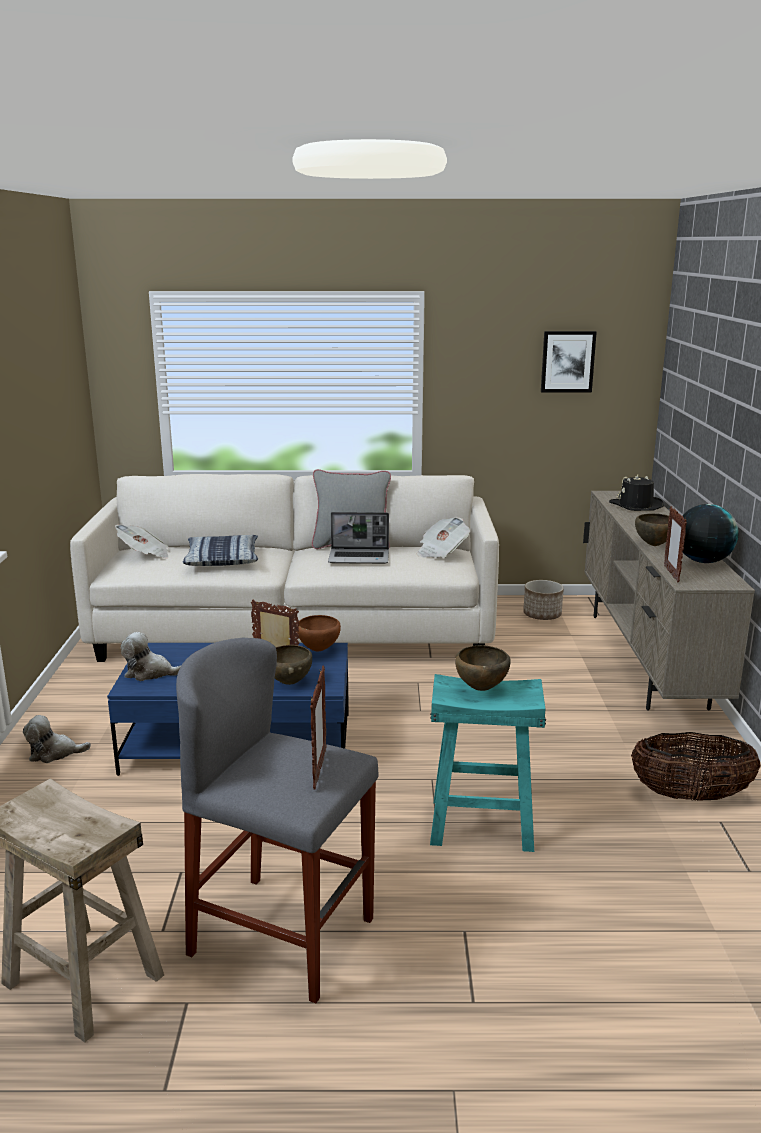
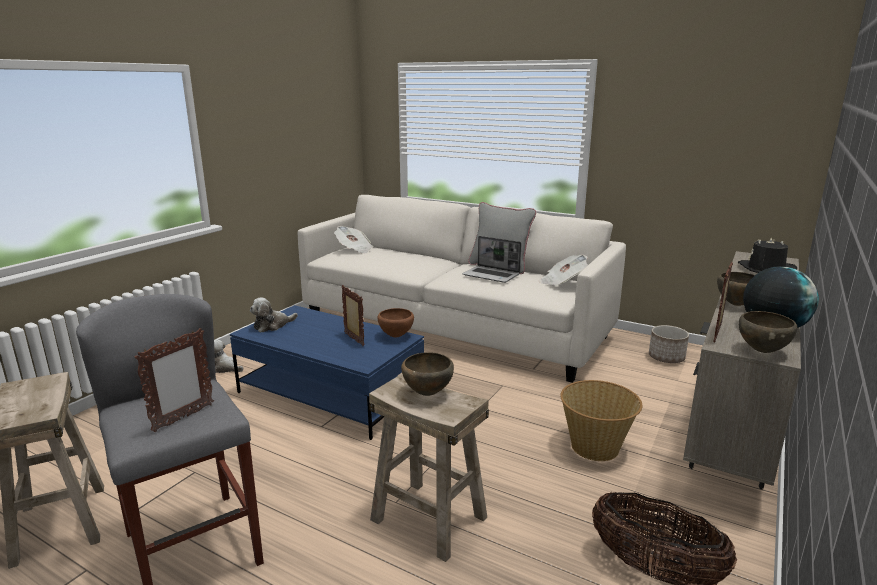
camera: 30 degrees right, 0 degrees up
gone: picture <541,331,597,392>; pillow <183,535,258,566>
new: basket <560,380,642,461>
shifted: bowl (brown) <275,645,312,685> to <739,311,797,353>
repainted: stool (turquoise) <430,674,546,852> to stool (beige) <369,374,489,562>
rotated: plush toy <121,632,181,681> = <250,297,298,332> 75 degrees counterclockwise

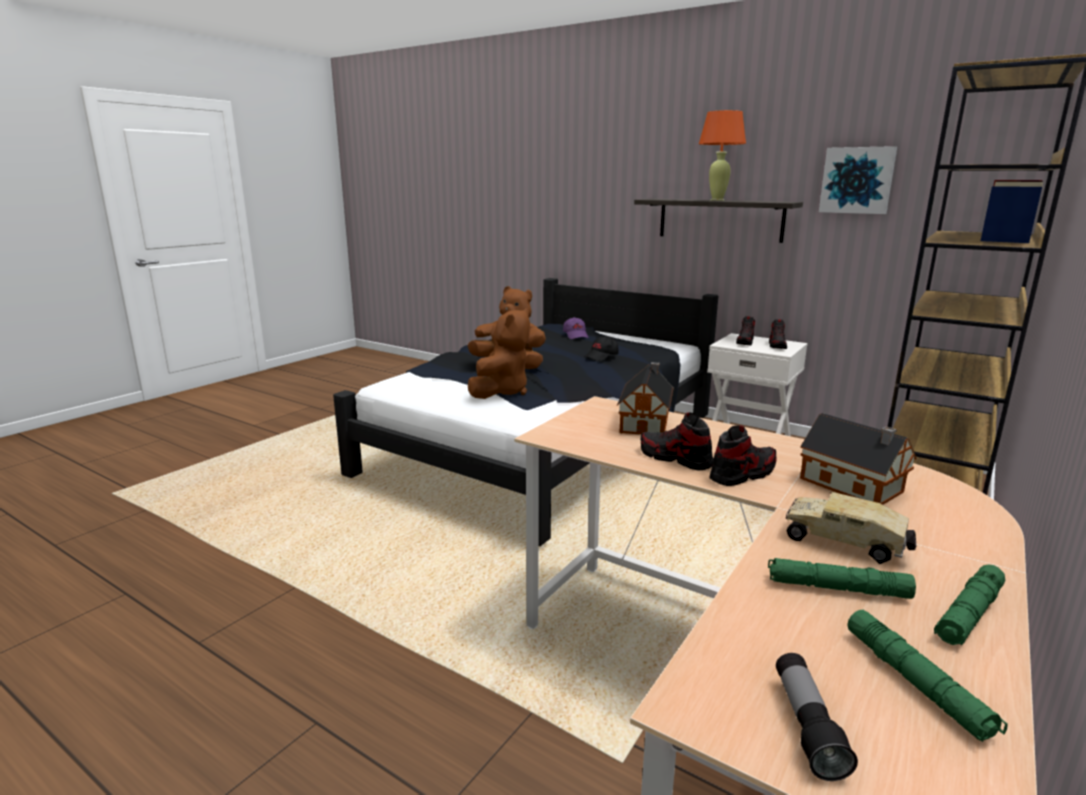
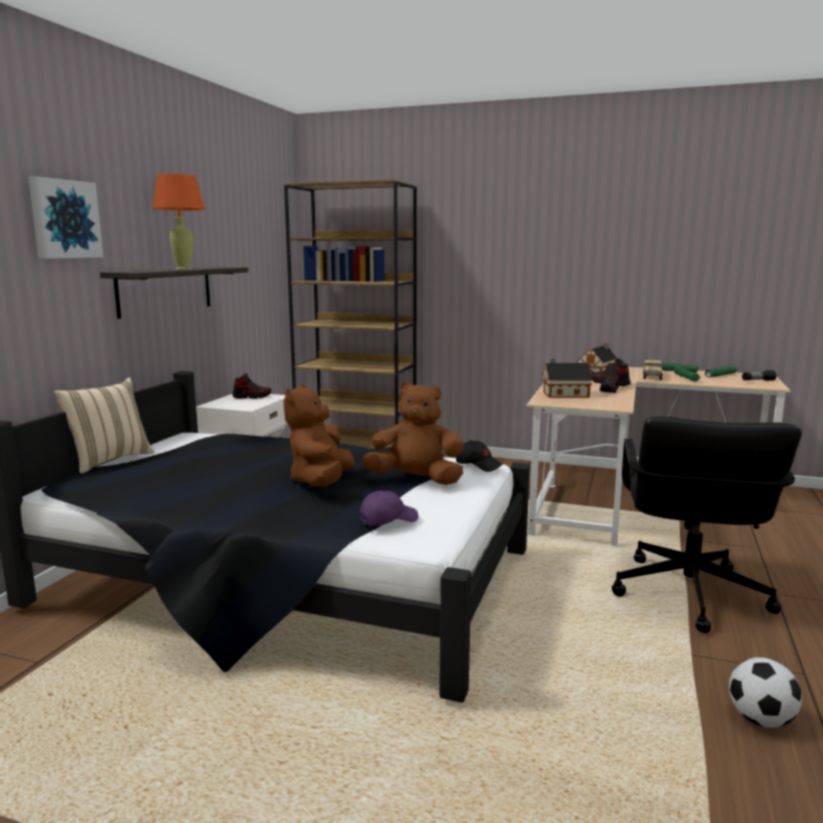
camera: 105 degrees left, 5 degrees down
gone: shoe <736,316,755,346>
new: pillow (beige) <54,377,155,473>; office chair (black) <612,416,802,633>; football <729,657,802,728>
shifted: picture <819,146,897,214> to <28,176,103,259>; cap (purple) <563,317,589,339> to <360,491,418,526>; cap (black) <584,336,619,361> to <456,440,503,472>

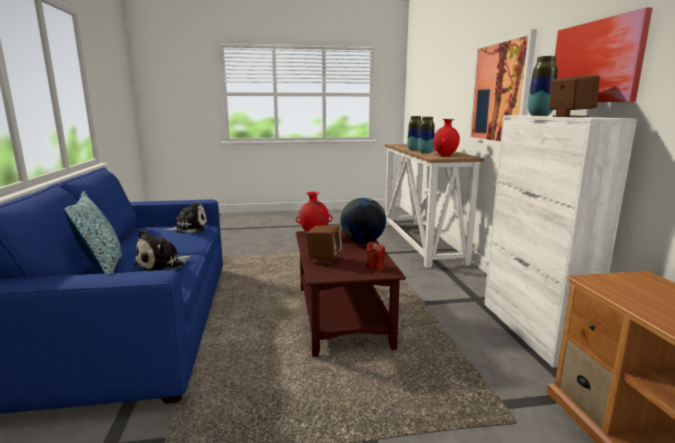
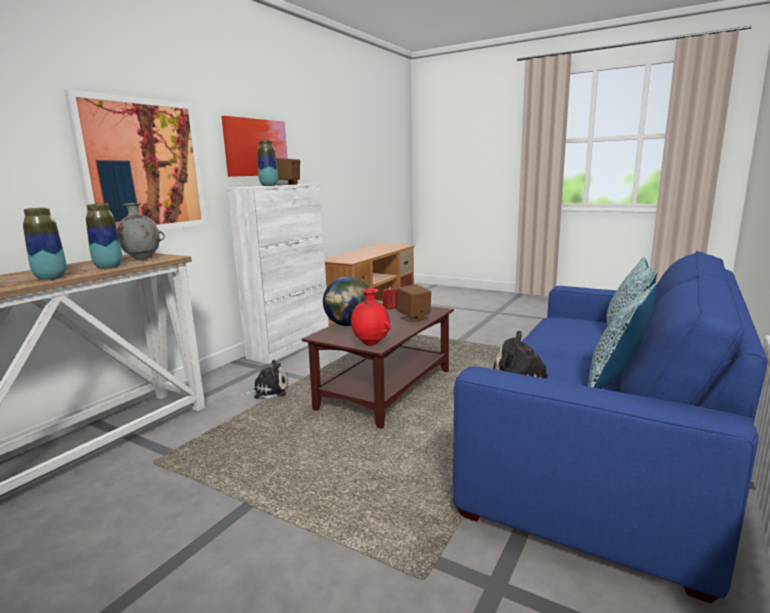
camera: 140 degrees left, 0 degrees up
new: pillow <588,283,657,389>
shifted: plush toy <134,229,192,271> to <240,360,288,399>
repainted: vase (red) <433,119,460,156> to vase (grey) <117,203,165,259>

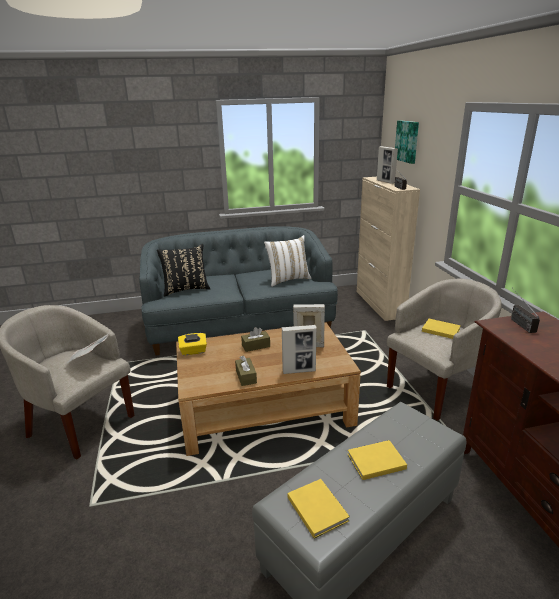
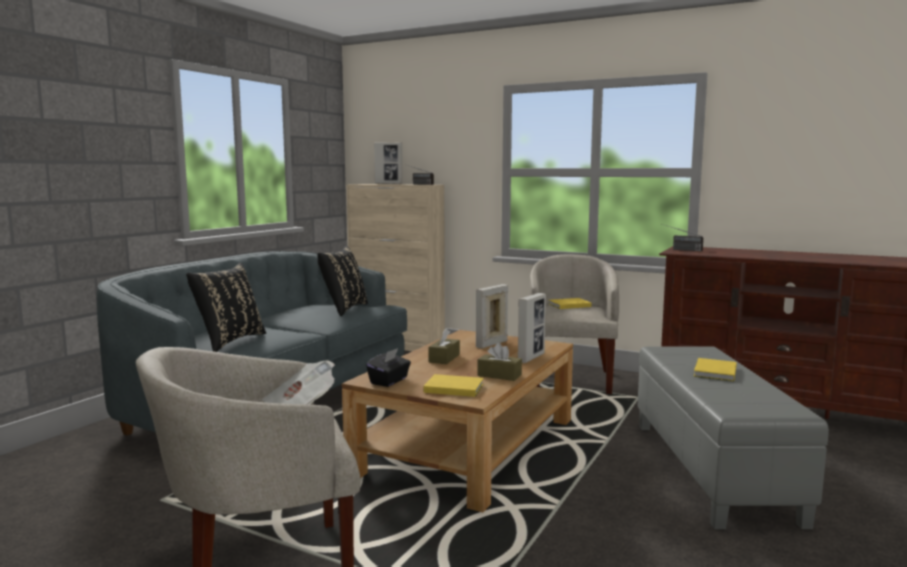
camera: 50 degrees left, 15 degrees down
gone: picture <395,120,419,164>
shifted: book (yellow) <287,479,350,539> to <424,374,484,397>
repainted: pillow (white) <264,235,312,287> to pillow (black) <317,246,368,316>; tissue box (yellow) <178,333,207,356> to tissue box (black) <366,348,411,387>

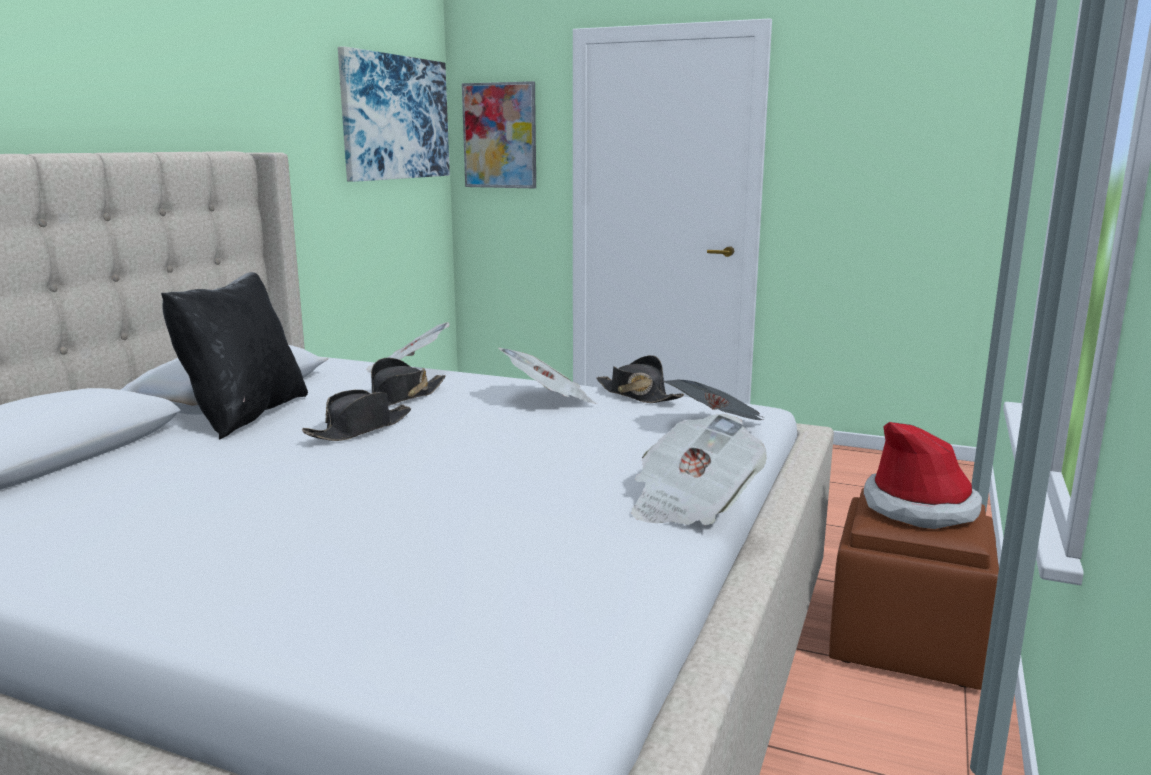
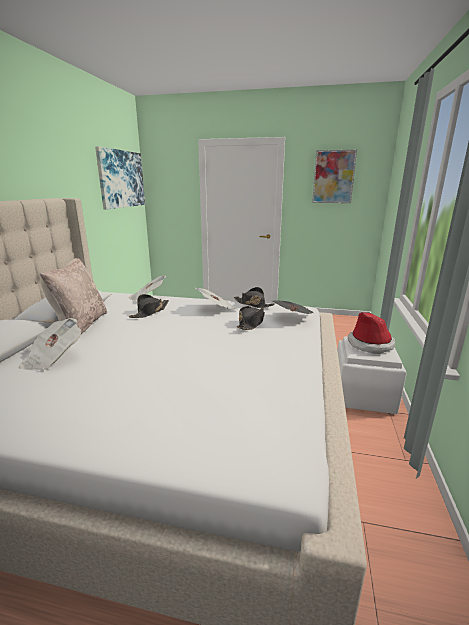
camera: 10 degrees left, 5 degrees up
shifted: picture <462,81,536,188> to <312,150,357,203>; hat (black) <302,390,411,441> to <237,306,265,330>; newspaper <631,414,767,525> to <19,318,81,370>
repainted: pillow (black) <161,272,308,439> to pillow (beige) <39,258,107,334>; ottoman (brown) <829,488,999,690> to ottoman (white) <337,337,407,414>

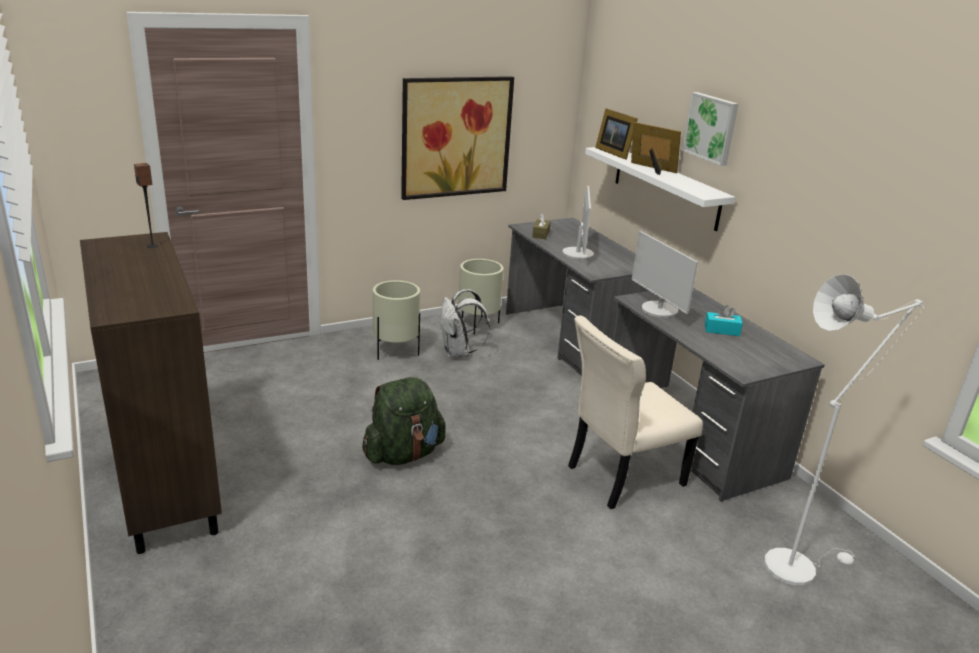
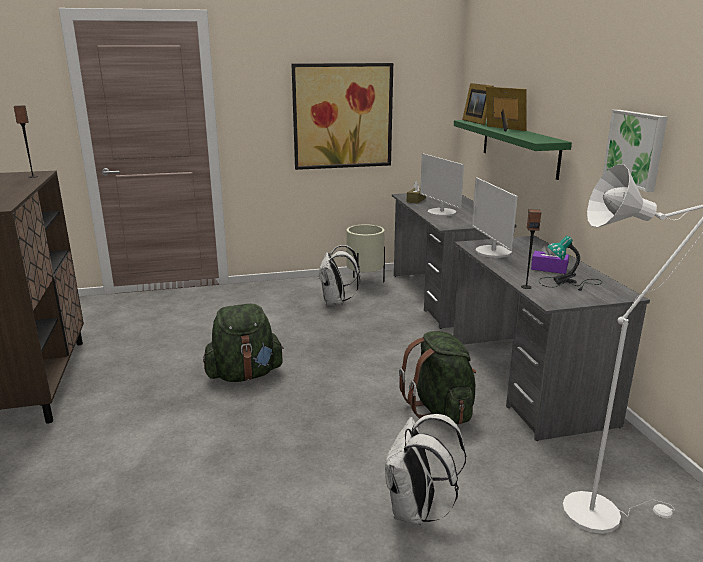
camera: 15 degrees right, 5 degrees down
gone: planter (beige) <373,280,420,360>
new: speaker <521,209,541,289>; table lamp <538,236,602,291>; backpack (white) <385,414,466,526>
shifted: picture <682,92,738,166> to <602,110,668,192>
swapped: chair (beige) <568,315,703,509> to backpack (green) <399,331,476,425>
repainted: shelf (white) <585,147,735,231> to shelf (green) <454,120,572,180>; tissue box (turquoise) <705,305,743,336> to tissue box (purple) <531,242,569,274>
rotated: monitor <562,186,594,259> = <420,153,464,217> 135 degrees clockwise

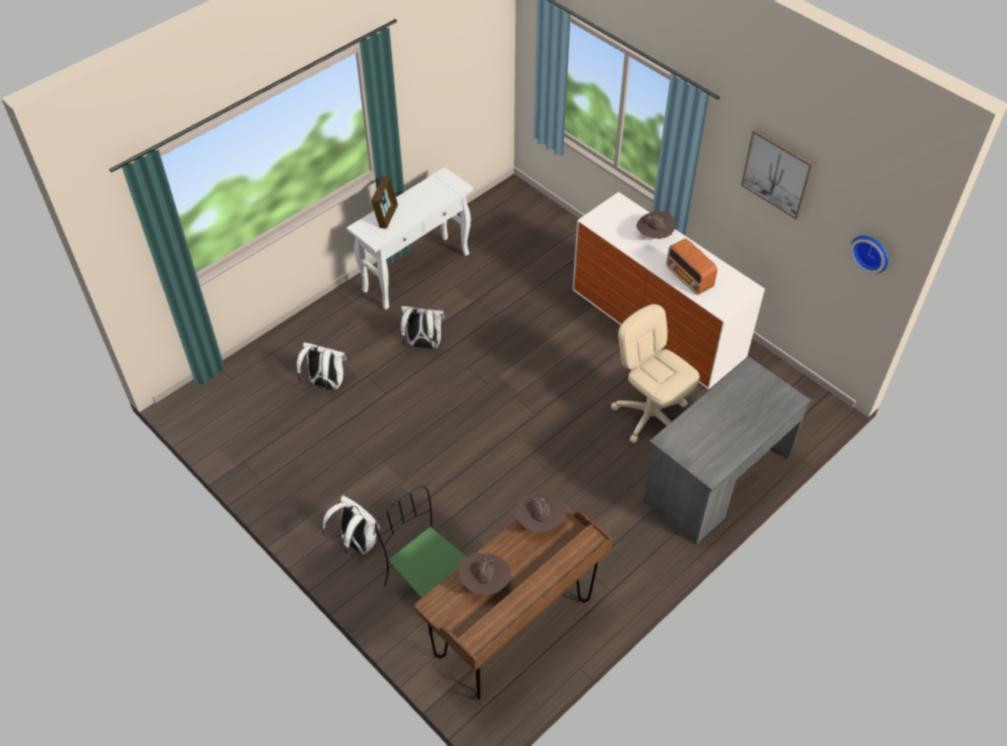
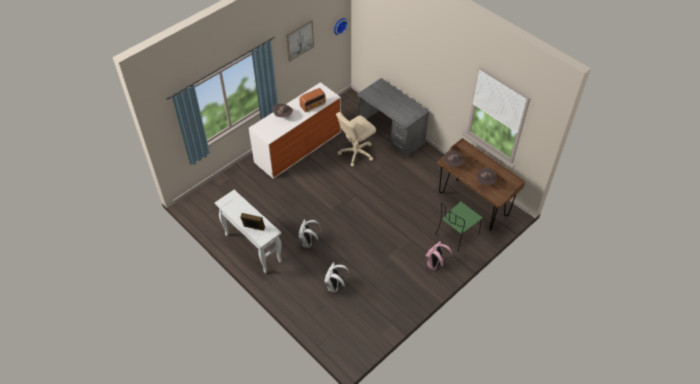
camera: 90 degrees left, 0 degrees up
repainted: backpack (white) <322,495,380,556> to backpack (pink) <425,241,452,270>

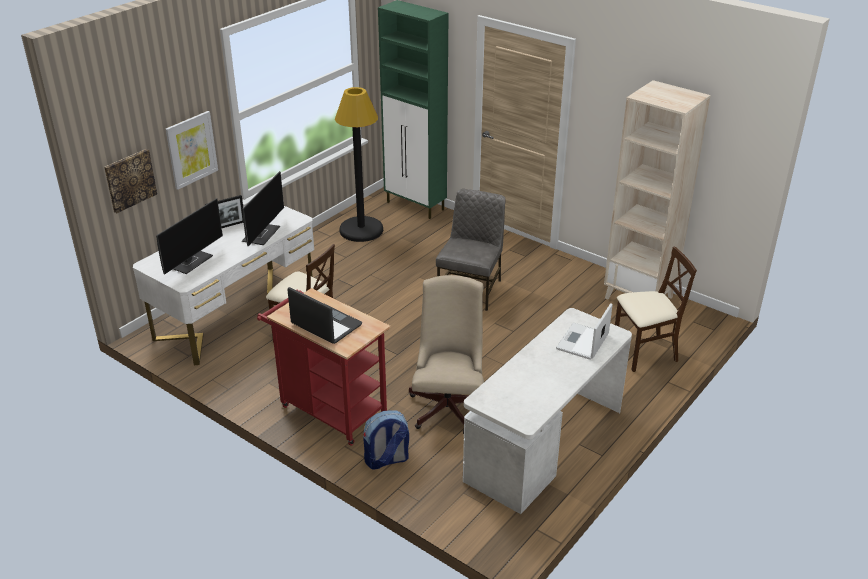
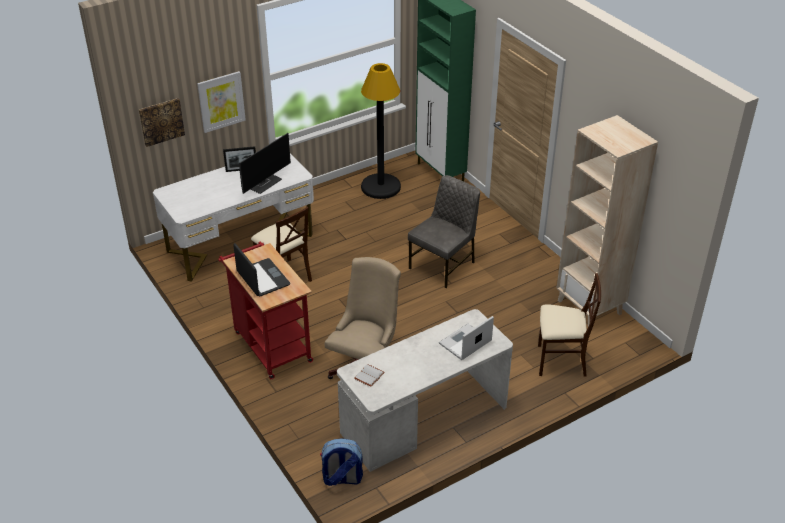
camera: 20 degrees right, 5 degrees up
gone: monitor <156,198,223,275>
new: book (white) <354,364,385,387>
shifted: backpack <363,410,409,470> to <320,438,363,486>

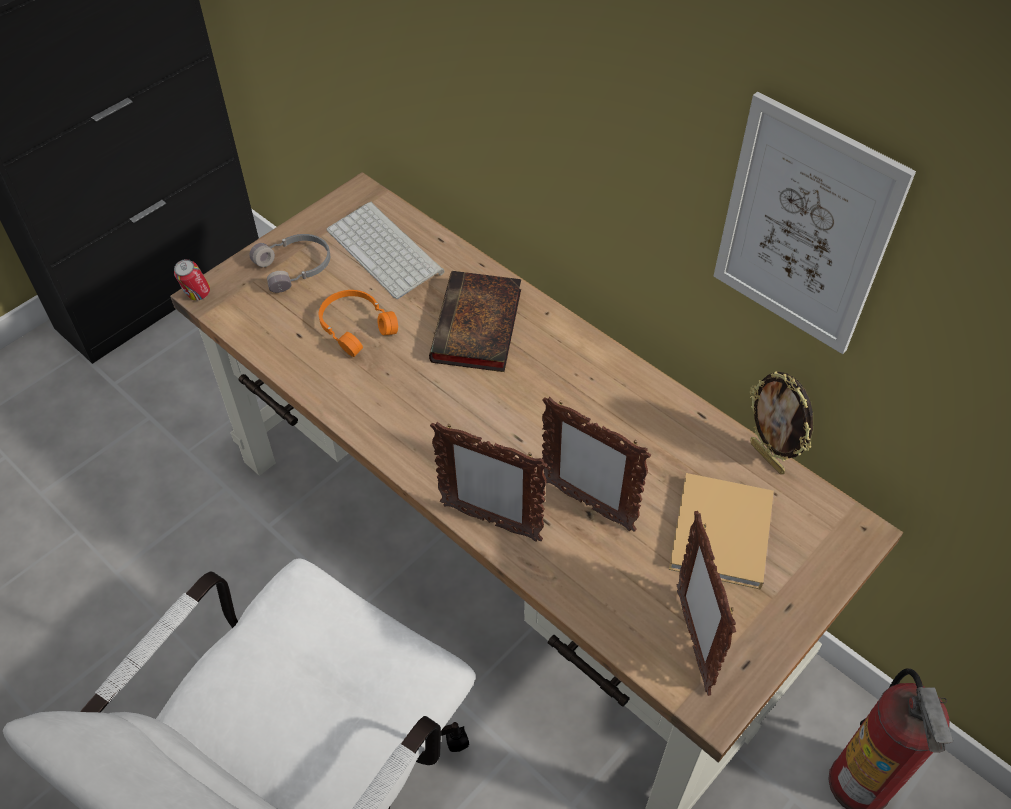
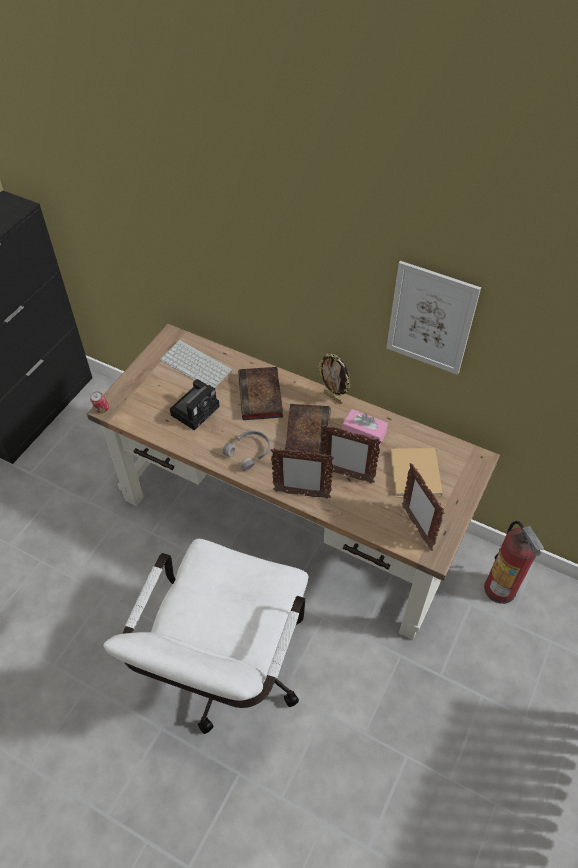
camera: 15 degrees left, 0 degrees up
new: book <285,404,331,457>; tissue box (pink) <342,409,388,446>
shifted: headphones (grey) <249,234,330,293> to <223,431,270,471>; picture frame <750,371,813,474> to <318,353,351,404>
swapped: headphones (orange) <319,290,398,357> to photo camera <170,379,220,430>

